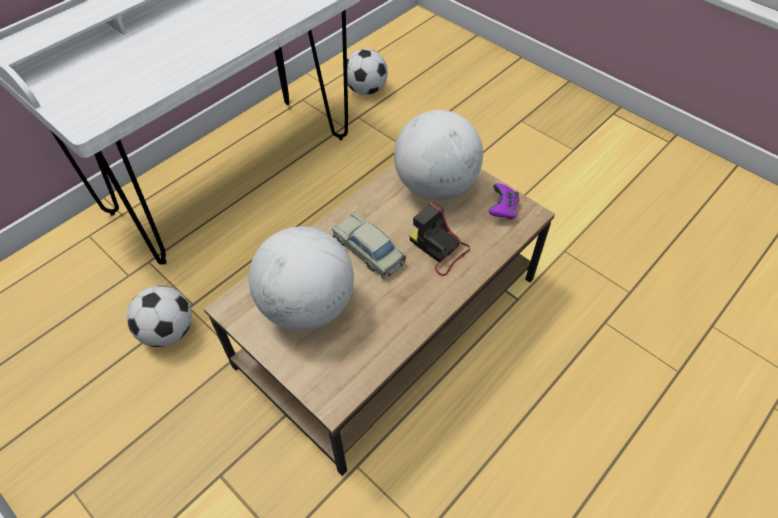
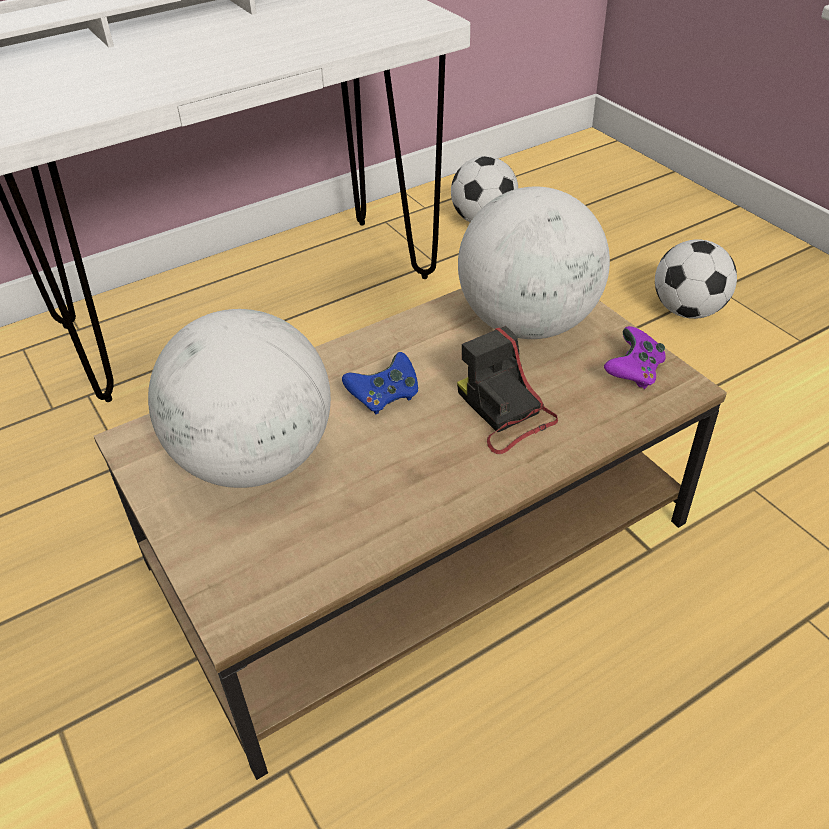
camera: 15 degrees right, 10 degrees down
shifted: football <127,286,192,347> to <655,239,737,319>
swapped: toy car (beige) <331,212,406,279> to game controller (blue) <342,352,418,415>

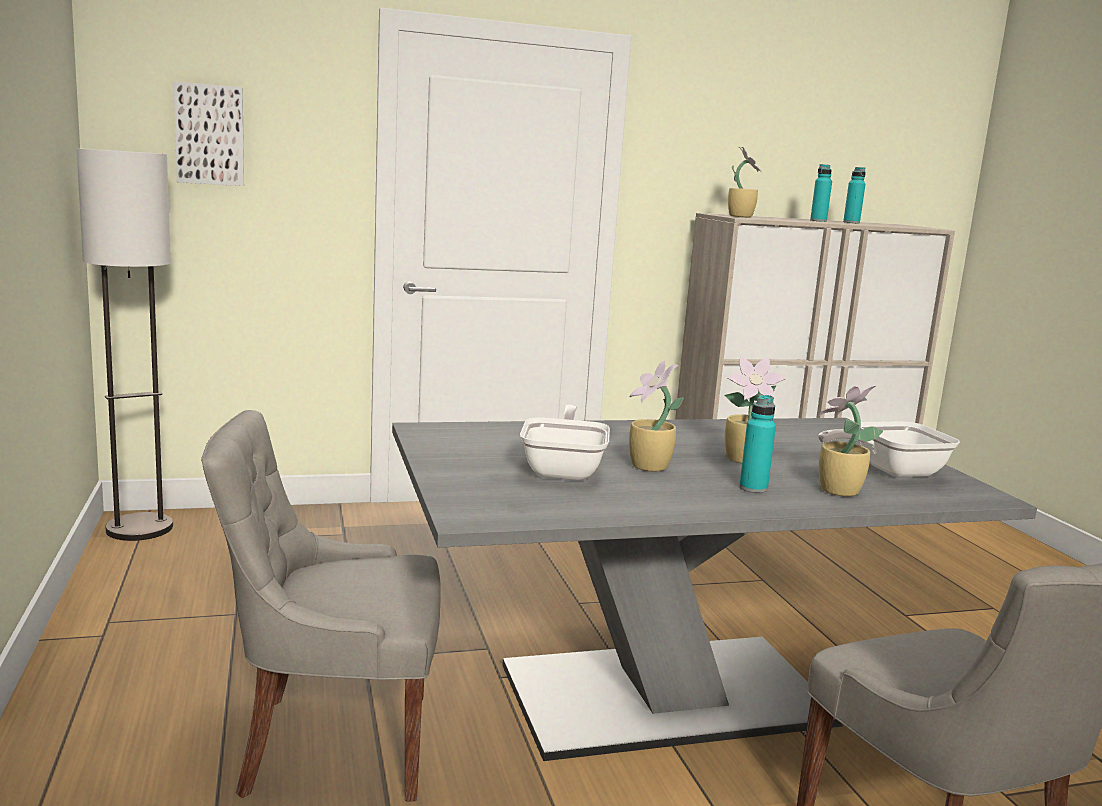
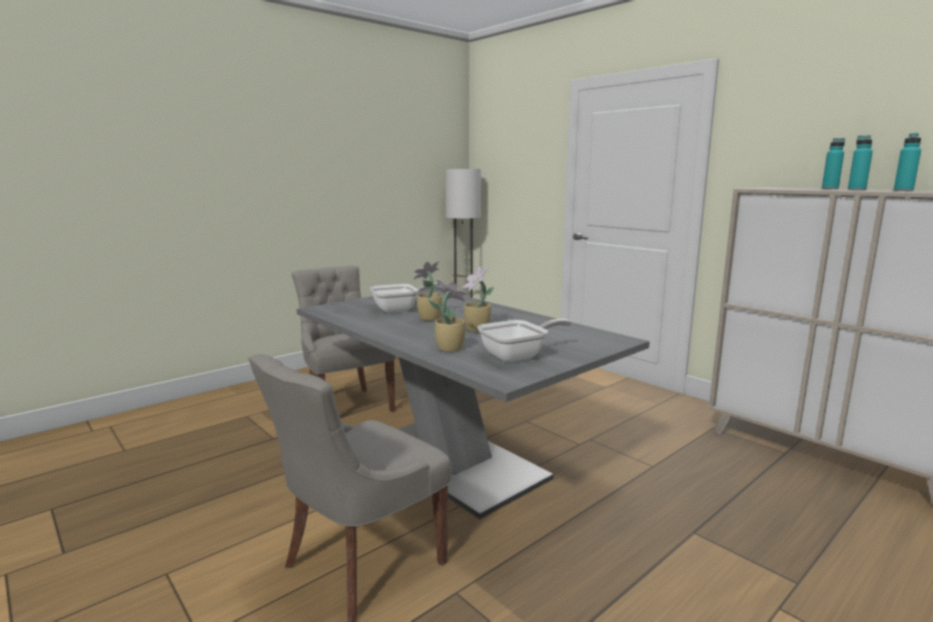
camera: 65 degrees right, 0 degrees up
gone: picture <174,81,244,186>; potted plant <728,146,762,218>
shifted: bottle (turquoise) <739,395,776,493> to <822,138,845,189>
rotated: frying pan <818,421,960,477> = <477,319,571,362> 105 degrees clockwise

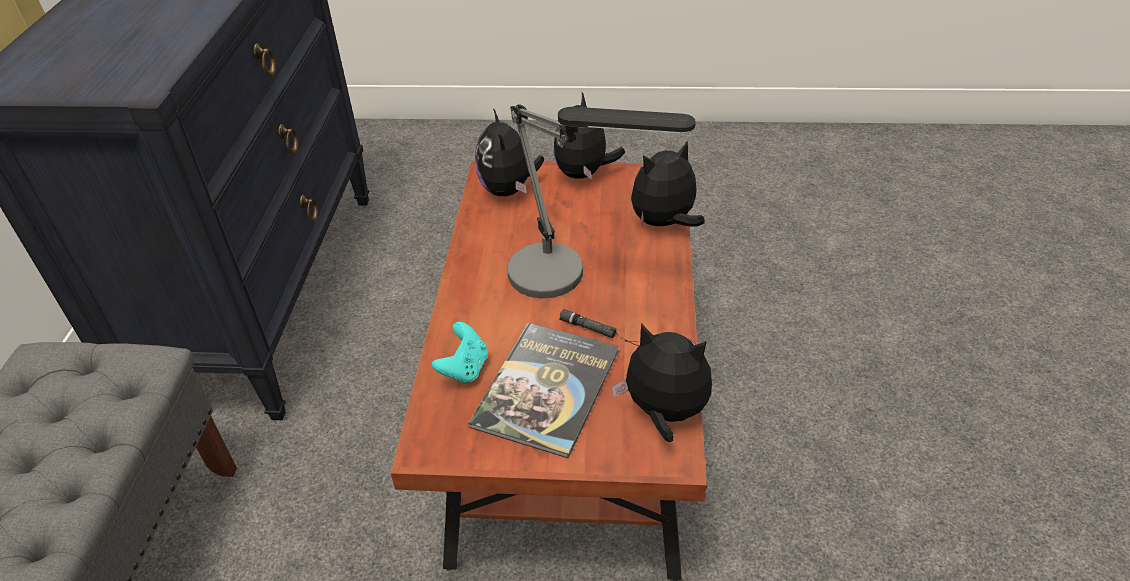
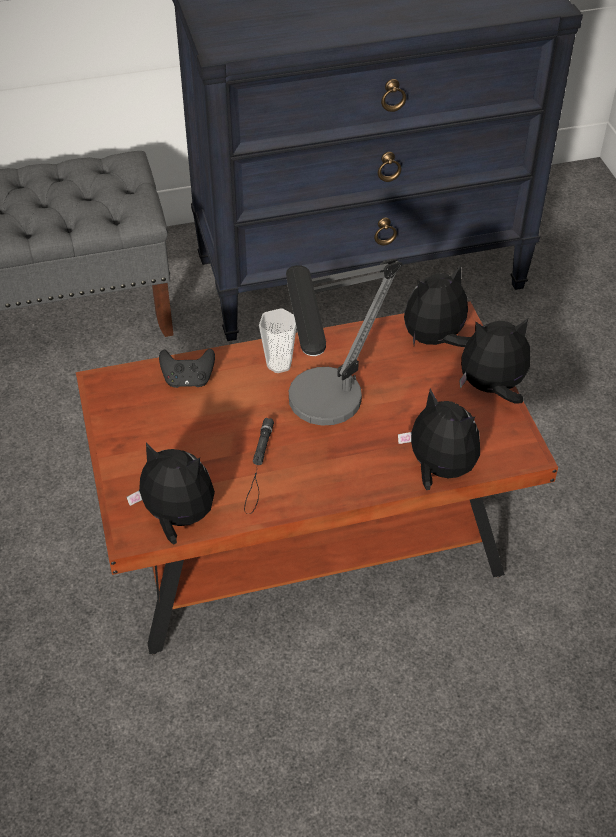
camera: 70 degrees right, 5 degrees up
gone: book <468,323,619,458>
new: cup <259,308,296,373>
repainted: game controller (turquoise) <432,322,488,384> to game controller (black) <159,348,215,388>
rotated: plush toy <612,323,712,442> = <126,442,215,545> 75 degrees counterclockwise

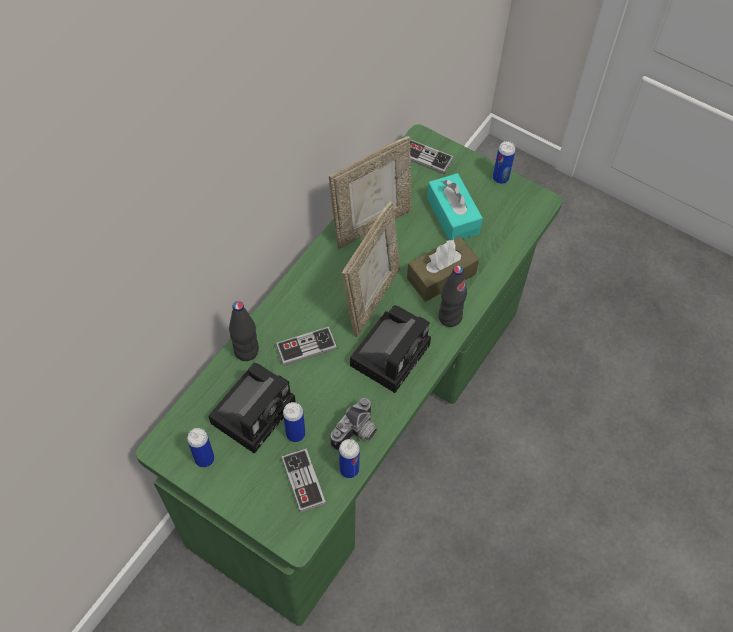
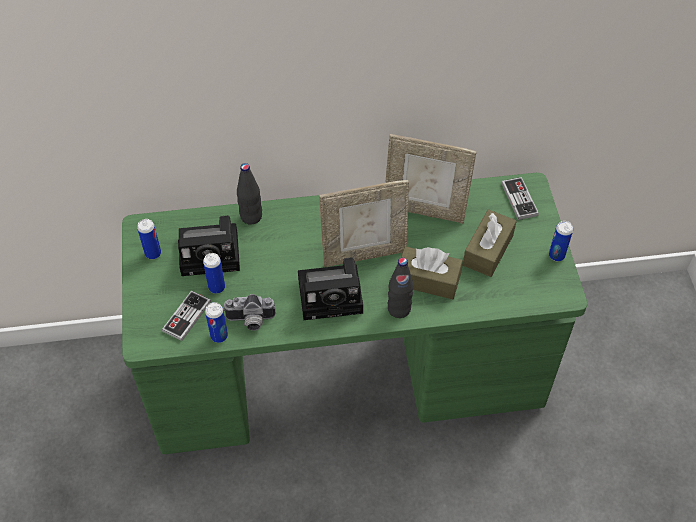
camera: 50 degrees right, 5 degrees down
gone: game controller <275,327,337,366>
repainted: tissue box (turquoise) <427,173,483,240> to tissue box (brown) <463,209,517,277>

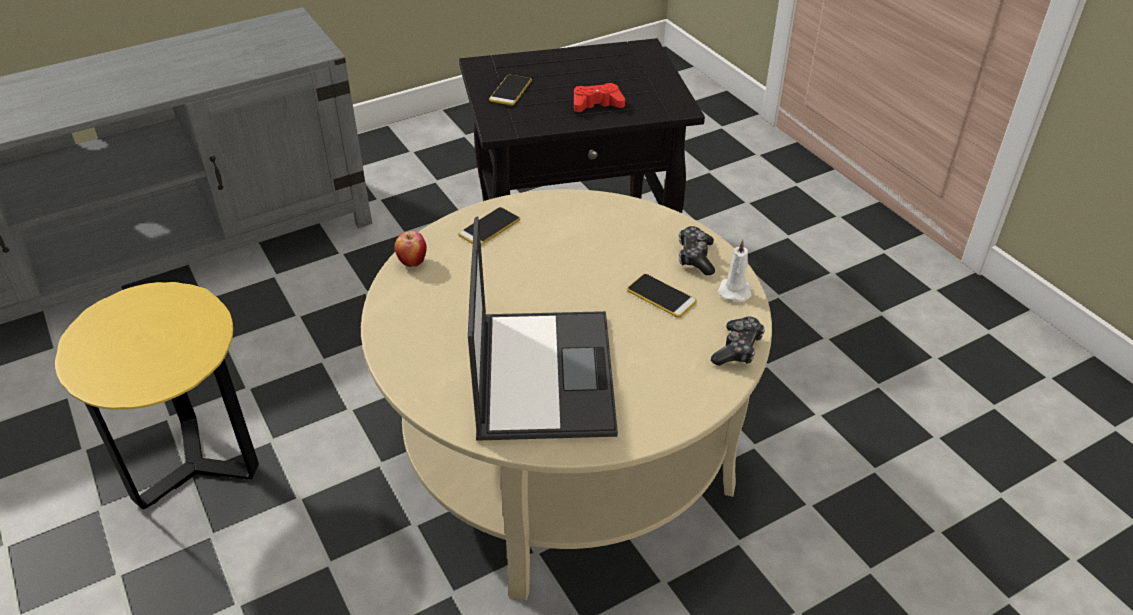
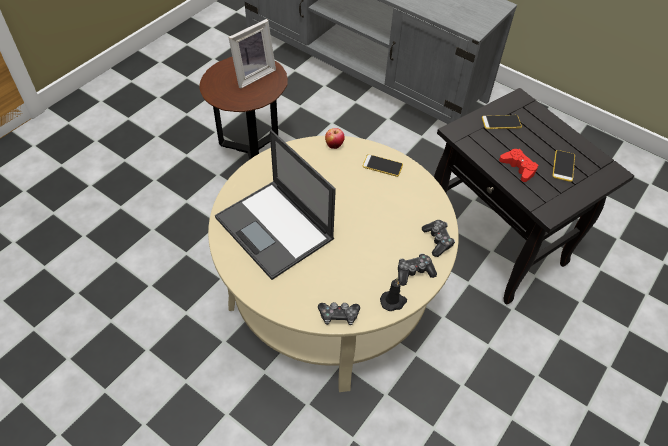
camera: 65 degrees right, 10 degrees up
new: picture frame <228,19,276,89>; game controller <422,220,455,257>
shifted: phone <627,274,697,318> to <552,150,575,182>
repainted: candle (white) <718,240,751,302> to candle (black) <380,277,407,311>; side table (yellow) <55,282,259,509> to side table (brown) <199,57,288,160>
rotated: laptop <468,216,618,441> = <215,130,336,280> 75 degrees clockwise

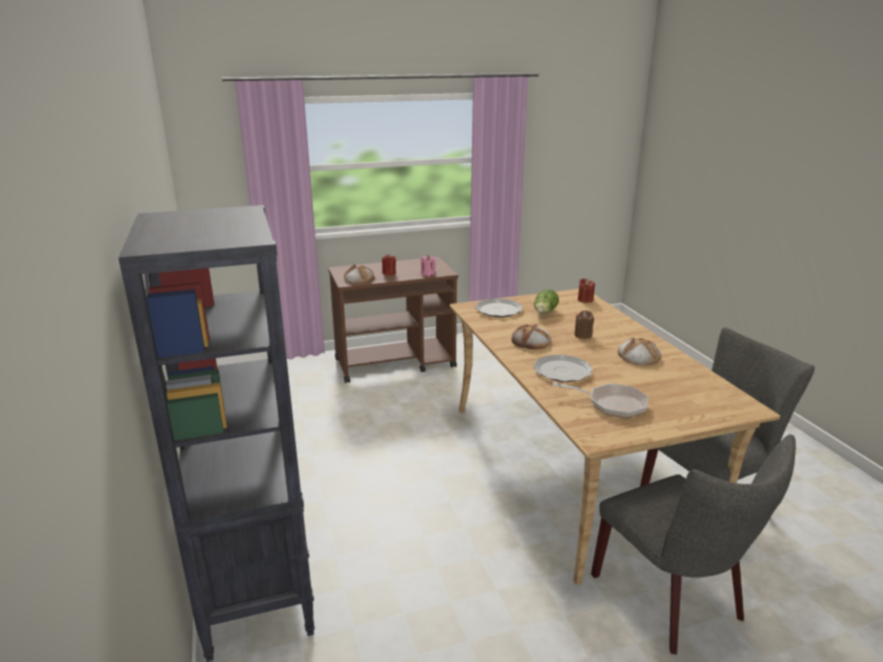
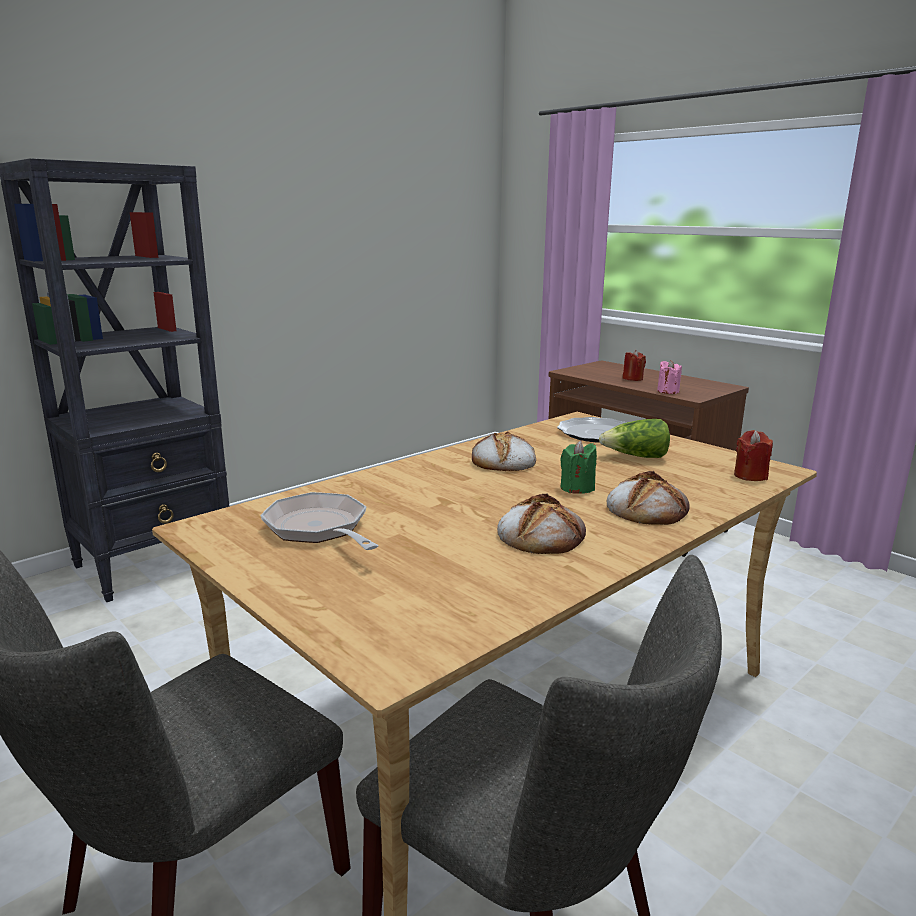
camera: 65 degrees right, 5 degrees down
gone: plate <533,355,593,382>
shifted: bread <344,264,375,284> to <607,471,690,525>
repainted: candle (brown) <574,310,594,339> to candle (green) <560,440,597,494>
rotated: frying pan <552,382,648,418> = <260,492,379,550> 150 degrees clockwise

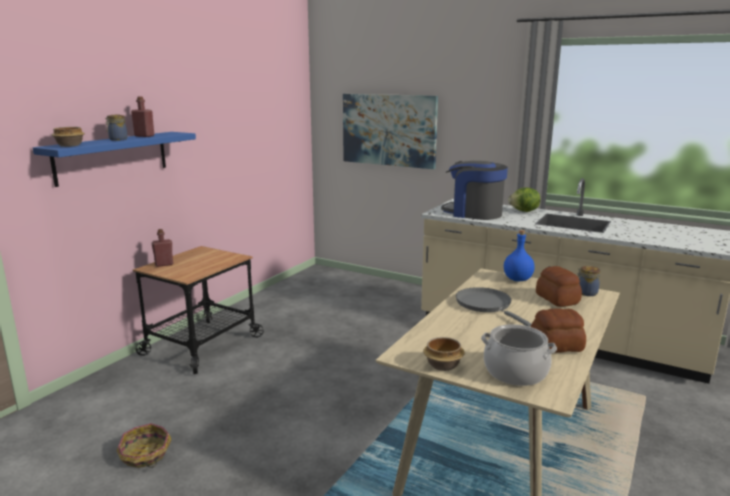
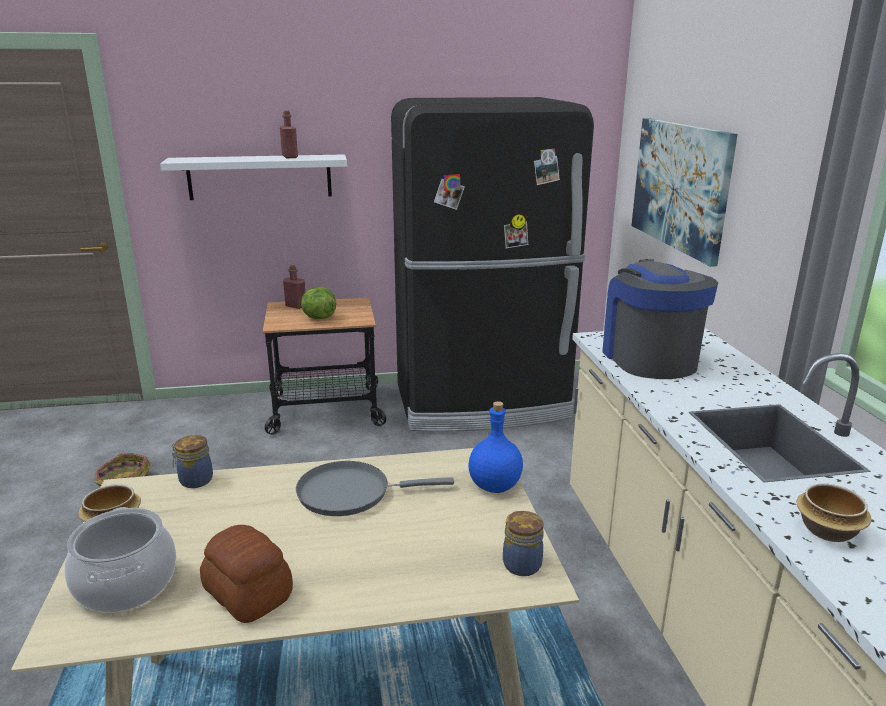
camera: 50 degrees right, 5 degrees up
gone: bread <536,266,582,307>
new: fridge (black) <391,97,594,432>
shifted: jar <105,115,128,141> to <171,435,213,488>; bowl <52,127,85,147> to <796,483,872,542>; lettuce <508,188,540,212> to <301,287,336,319>
repainted: shelf (blue) <33,132,196,187> to shelf (white) <160,154,347,200>
rotated: frying pan (grey) <456,287,531,327> = <296,461,454,516> 120 degrees counterclockwise

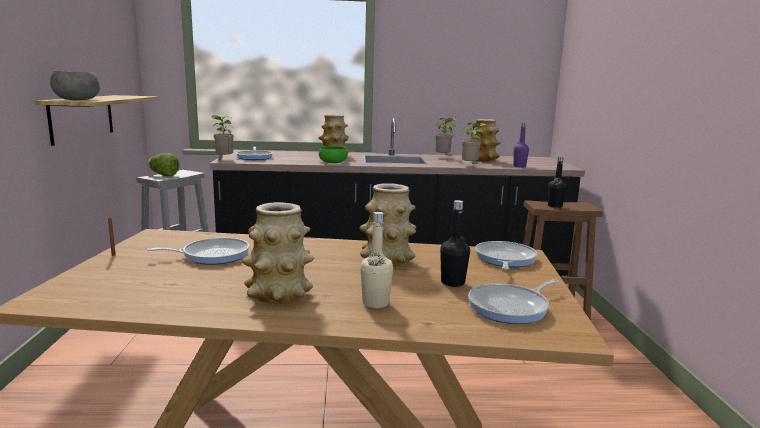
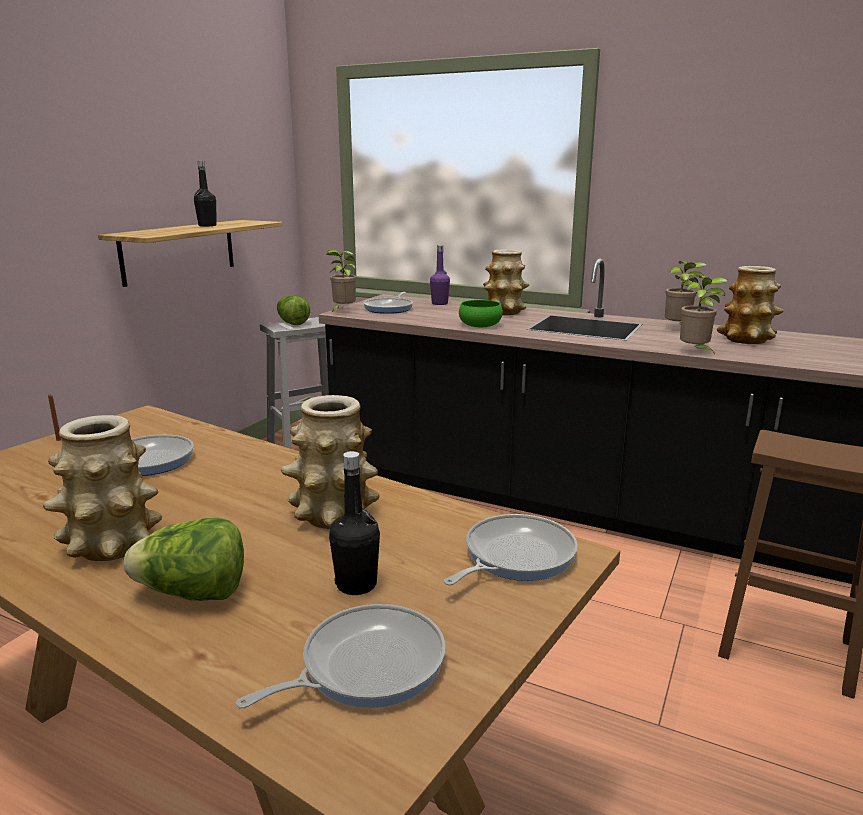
camera: 30 degrees right, 5 degrees up
gone: bowl (grey) <50,70,100,100>
shifted: bottle (purple) <513,123,529,167> to <430,245,450,305>; bottle (black) <548,156,567,208> to <194,161,217,227>
swapped: bottle (beige) <360,212,393,308> to lettuce <124,518,244,601>
rotated: frying pan <468,279,559,324> = <236,604,446,709> 150 degrees clockwise

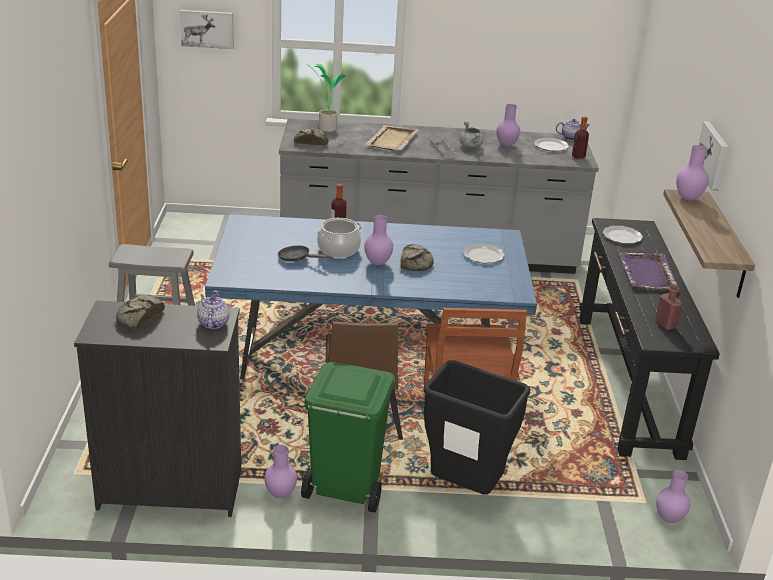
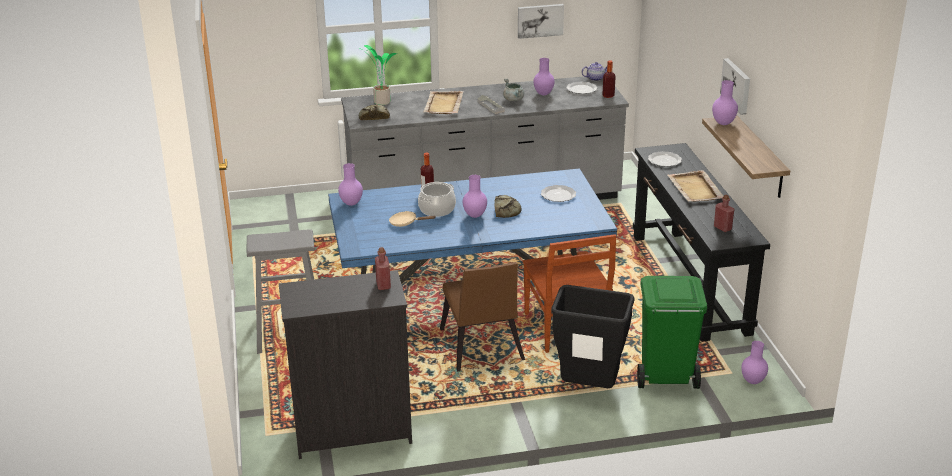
camera: 10 degrees left, 0 degrees up
gone: bread <116,295,165,329>
shifted: picture <180,10,234,49> to <518,4,564,39>; trash can (green) <301,362,395,513> to <637,276,707,389>; vase (purple) <264,445,297,498> to <338,163,363,206>
swapped: teapot <197,290,230,329> to bottle (red) <375,247,391,290>
repainted: frying pan (black) <278,245,329,262> to frying pan (beige) <389,211,435,227>; tray (purple) <619,252,679,290> to tray (beige) <668,170,723,202>

